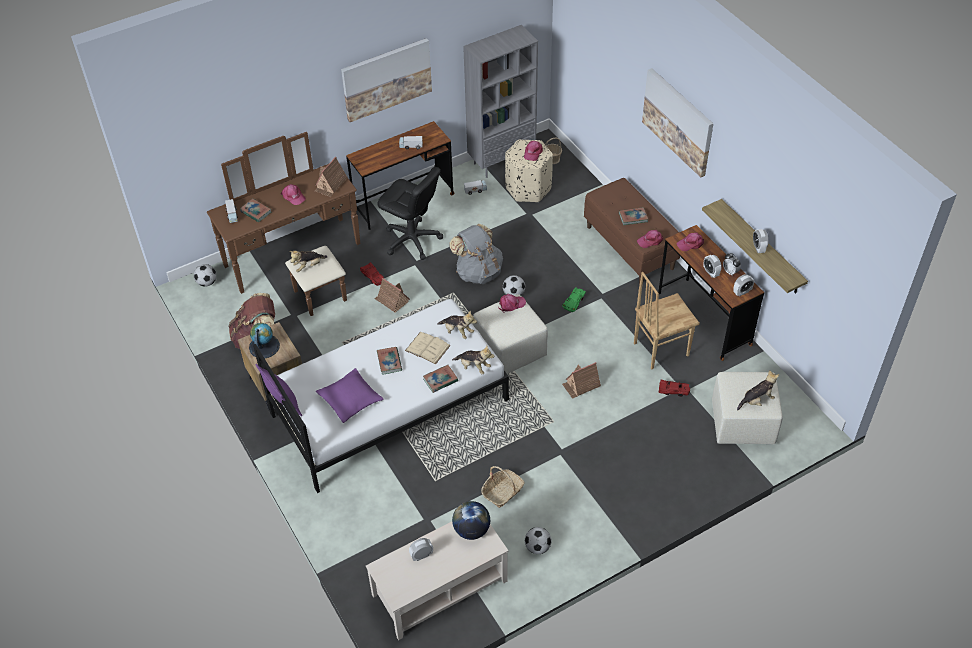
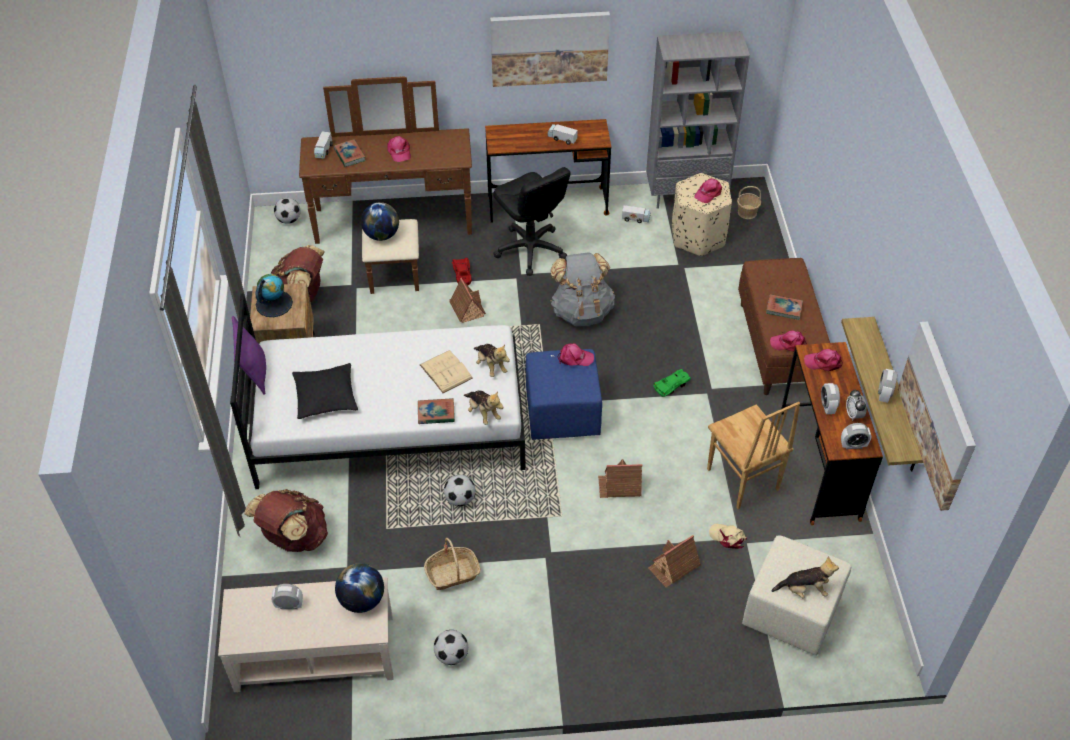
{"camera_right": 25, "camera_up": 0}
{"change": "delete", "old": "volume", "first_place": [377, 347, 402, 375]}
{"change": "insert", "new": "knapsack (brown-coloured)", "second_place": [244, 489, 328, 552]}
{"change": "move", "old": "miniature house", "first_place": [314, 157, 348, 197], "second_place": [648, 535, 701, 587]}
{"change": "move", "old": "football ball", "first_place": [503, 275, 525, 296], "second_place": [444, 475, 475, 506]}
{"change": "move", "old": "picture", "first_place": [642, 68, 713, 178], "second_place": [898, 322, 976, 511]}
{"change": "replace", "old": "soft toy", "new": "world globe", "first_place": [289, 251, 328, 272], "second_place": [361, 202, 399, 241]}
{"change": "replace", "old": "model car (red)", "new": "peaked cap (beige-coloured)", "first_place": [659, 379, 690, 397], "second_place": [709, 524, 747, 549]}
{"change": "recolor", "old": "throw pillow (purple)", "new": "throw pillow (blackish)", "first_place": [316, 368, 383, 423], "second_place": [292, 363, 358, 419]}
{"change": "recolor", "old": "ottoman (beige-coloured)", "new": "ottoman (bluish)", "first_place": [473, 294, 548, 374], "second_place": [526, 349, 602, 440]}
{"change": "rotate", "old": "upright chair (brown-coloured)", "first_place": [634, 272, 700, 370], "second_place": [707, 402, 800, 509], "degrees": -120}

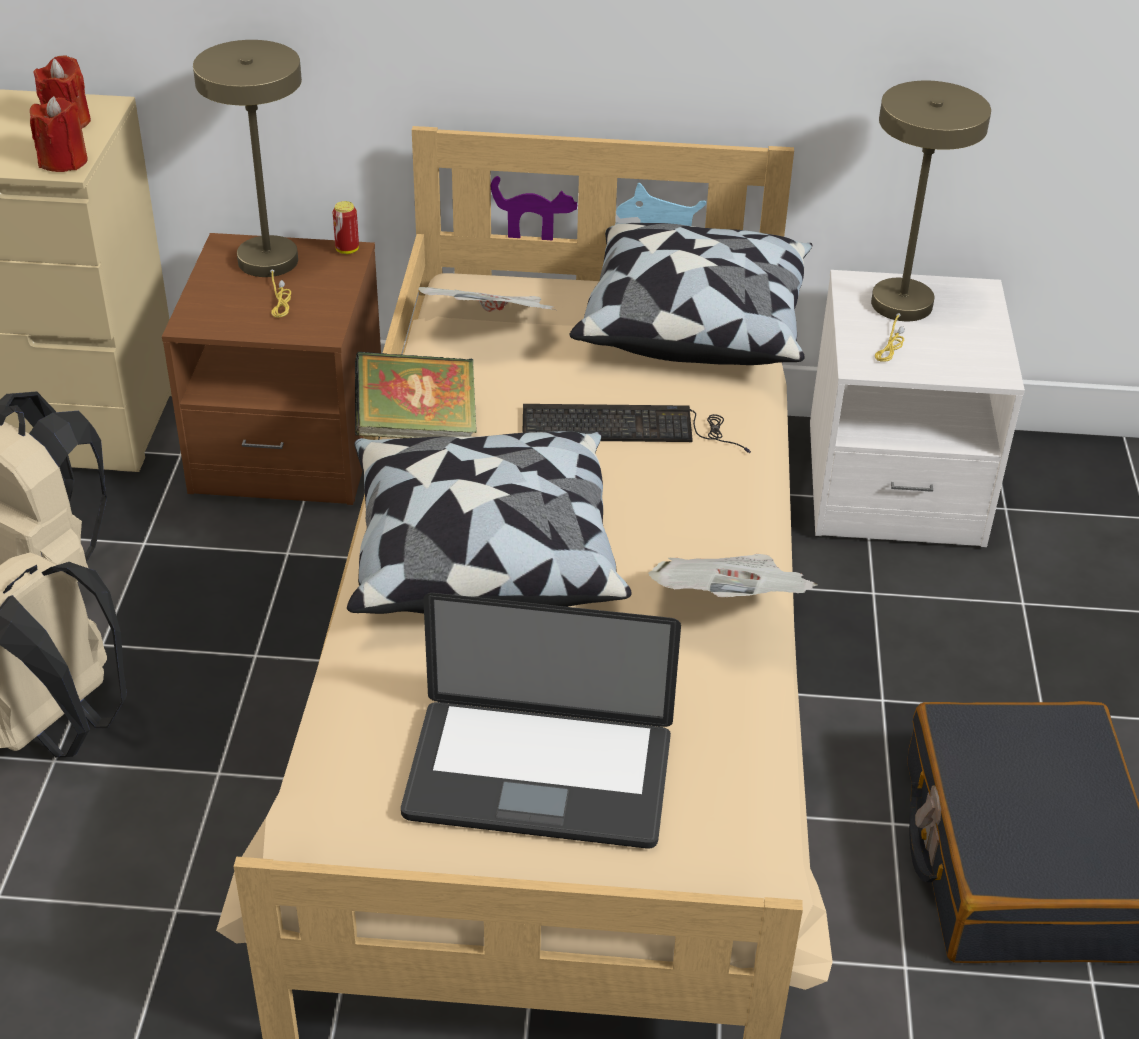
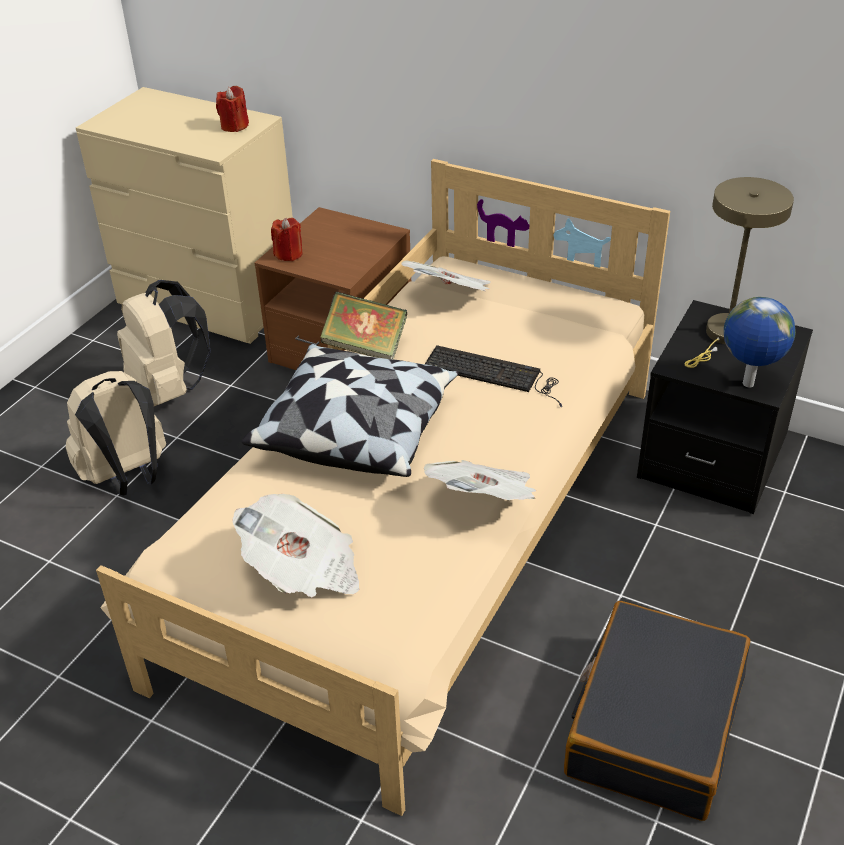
{"camera_right": 25, "camera_up": 0}
{"change": "delete", "old": "table lamp (beige-coloured)", "first_place": [193, 40, 302, 318]}
{"change": "delete", "old": "metal can", "first_place": [333, 201, 359, 254]}
{"change": "delete", "old": "throw pillow", "first_place": [569, 222, 812, 365]}
{"change": "insert", "new": "world globe", "second_place": [724, 297, 796, 388]}
{"change": "move", "old": "candle (red)", "first_place": [30, 96, 88, 172], "second_place": [271, 218, 303, 261]}
{"change": "replace", "old": "portable computer", "new": "newspaper", "first_place": [401, 593, 681, 849], "second_place": [232, 494, 360, 597]}
{"change": "recolor", "old": "nightstand (white)", "new": "nightstand (blackish)", "first_place": [810, 270, 1025, 547], "second_place": [637, 300, 813, 514]}

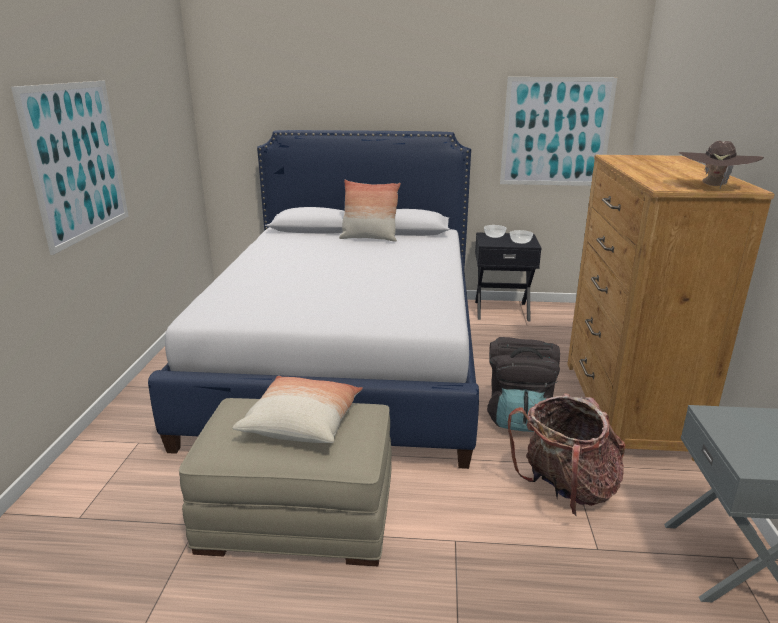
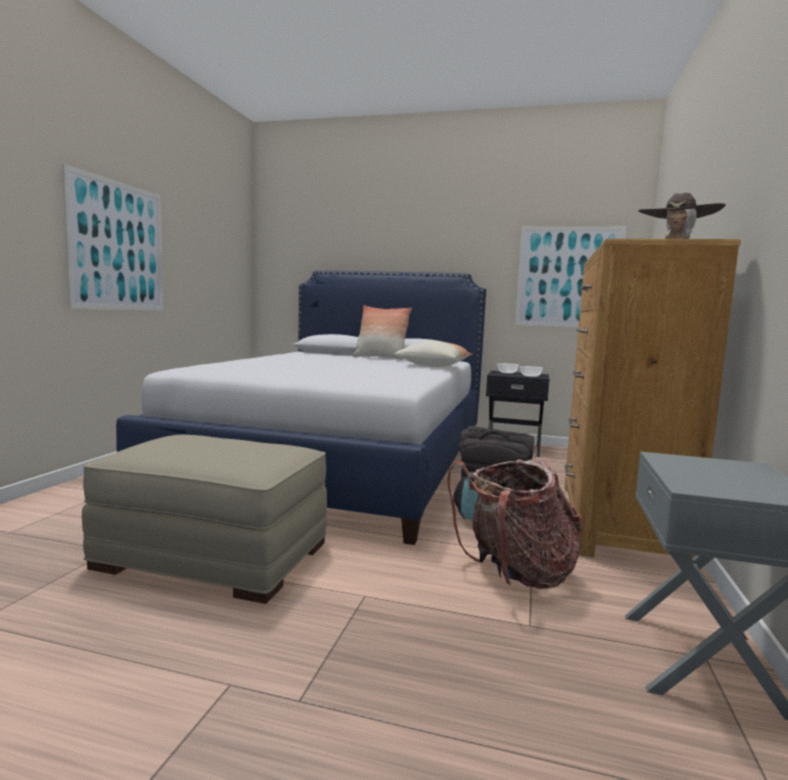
{"camera_right": 10, "camera_up": -15}
{"change": "move", "old": "throw pillow", "first_place": [232, 376, 363, 443], "second_place": [395, 341, 473, 367]}

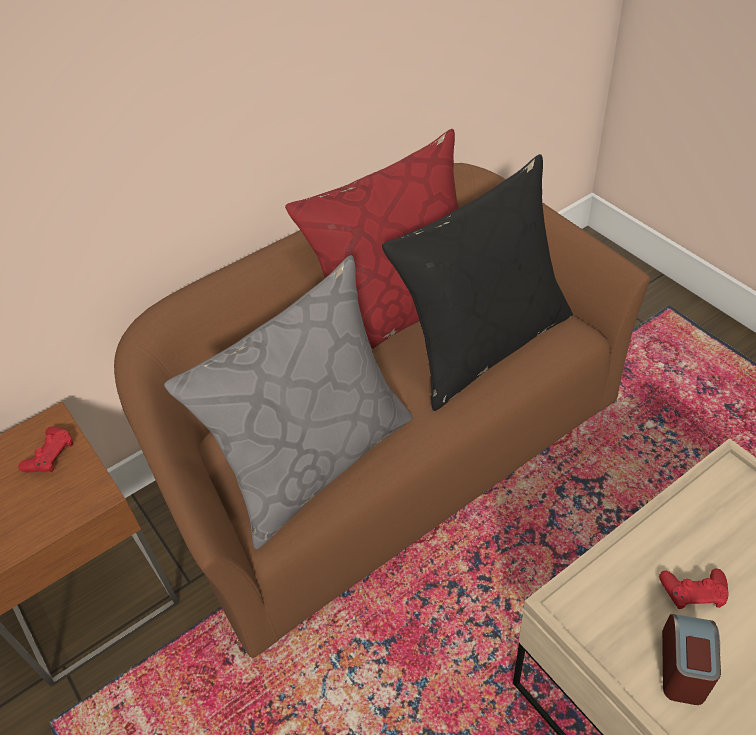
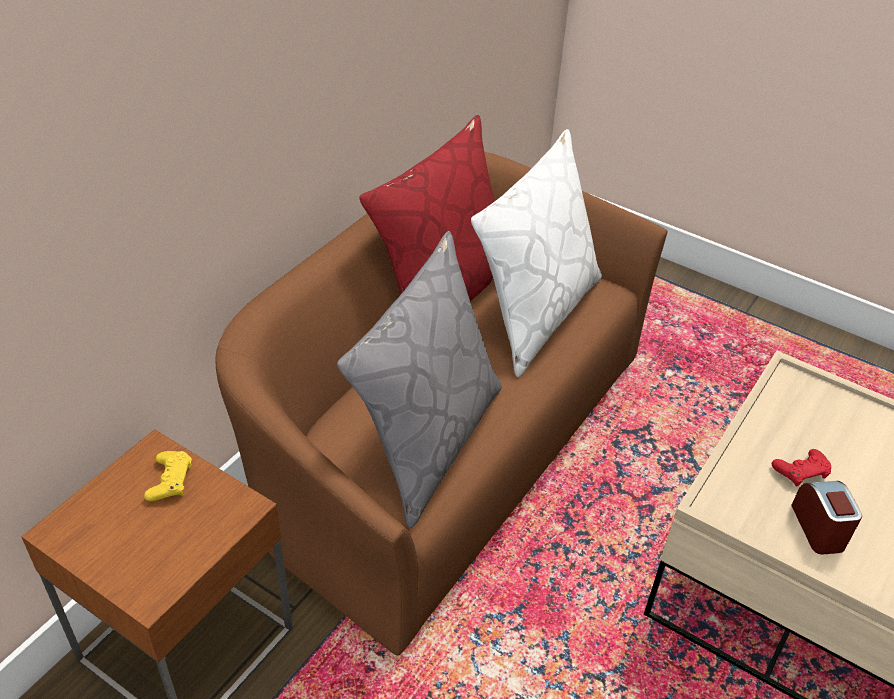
{"camera_right": -25, "camera_up": -5}
{"change": "recolor", "old": "gamepad (red)", "new": "gamepad (yellowish)", "first_place": [18, 426, 73, 472], "second_place": [144, 451, 192, 501]}
{"change": "recolor", "old": "throw pillow (blackish)", "new": "throw pillow (white)", "first_place": [382, 154, 573, 411], "second_place": [471, 129, 602, 377]}

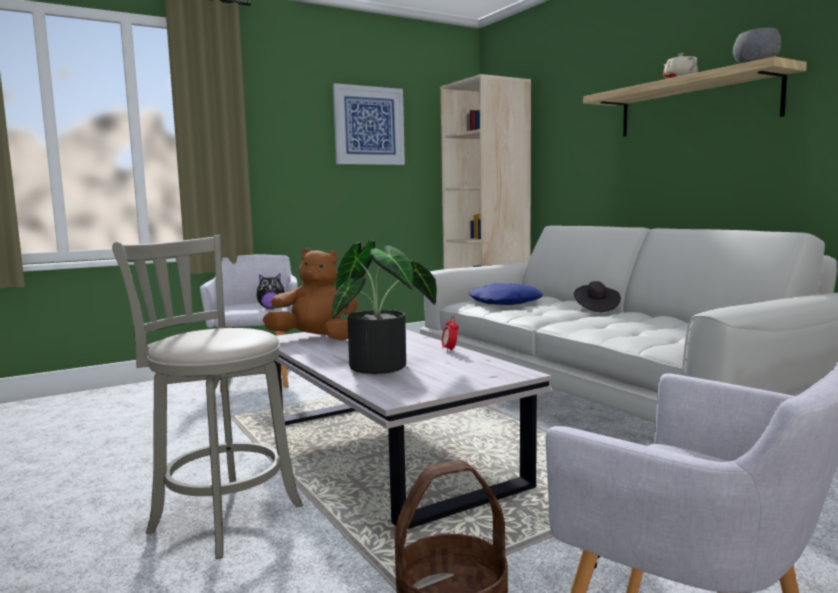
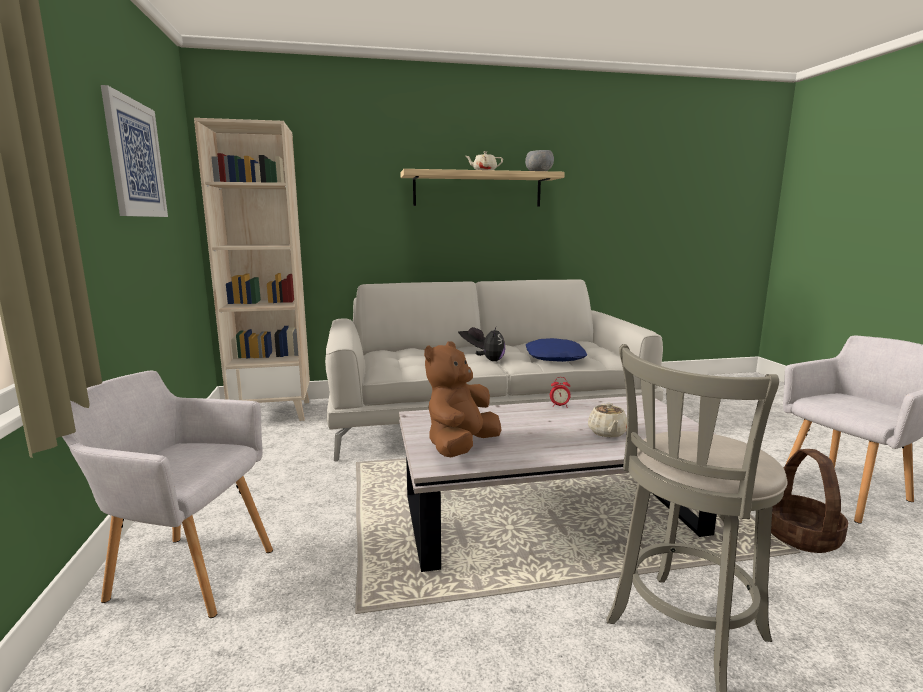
{"camera_right": -70, "camera_up": 5}
{"change": "move", "old": "soft toy", "first_place": [256, 274, 285, 309], "second_place": [476, 327, 505, 361]}
{"change": "move", "old": "throw pillow (bluish)", "first_place": [468, 283, 543, 305], "second_place": [526, 338, 587, 362]}
{"change": "replace", "old": "houseplant", "new": "tea pot (beige-coloured)", "first_place": [332, 241, 437, 374], "second_place": [588, 403, 627, 437]}

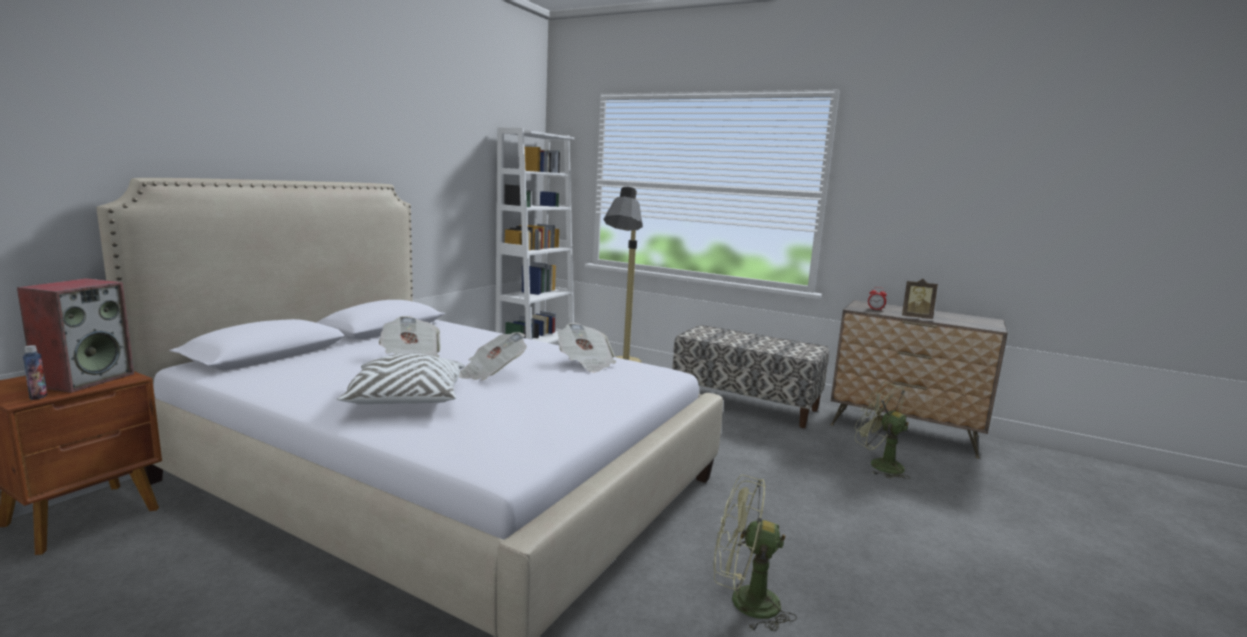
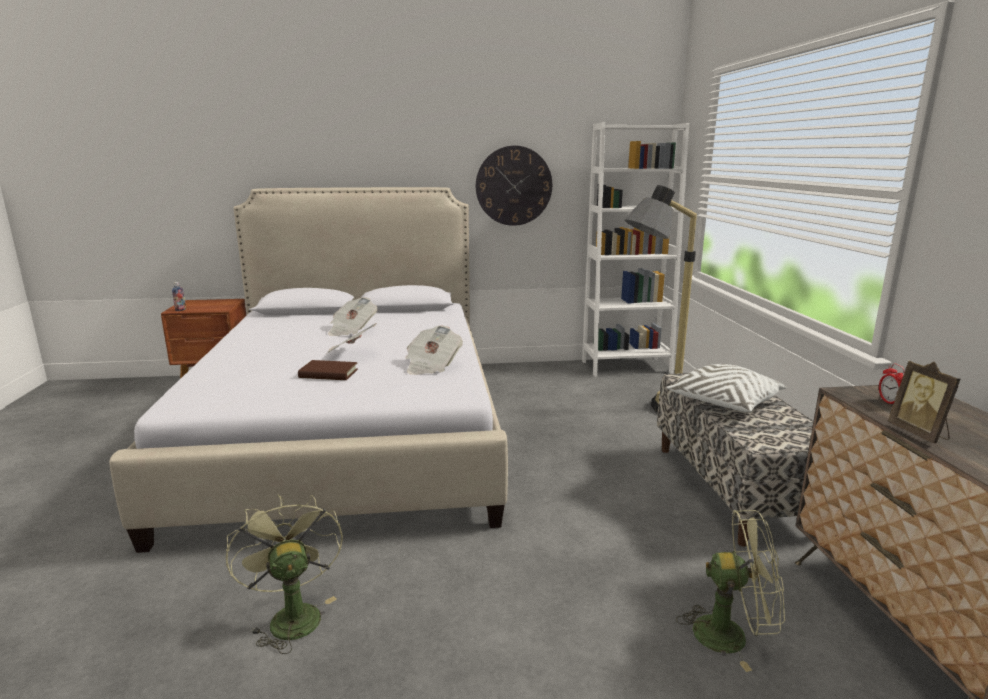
{"camera_right": 55, "camera_up": 5}
{"change": "delete", "old": "audio speaker", "first_place": [17, 278, 134, 393]}
{"change": "insert", "new": "volume (brown-coloured)", "second_place": [298, 360, 358, 380]}
{"change": "insert", "new": "wall clock", "second_place": [476, 146, 552, 226]}
{"change": "move", "old": "throw pillow (white)", "first_place": [337, 353, 465, 404], "second_place": [666, 364, 787, 412]}
{"change": "rotate", "old": "electric fan (green-coloured)", "first_place": [855, 382, 910, 479], "second_place": [676, 510, 785, 672], "degrees": 90}

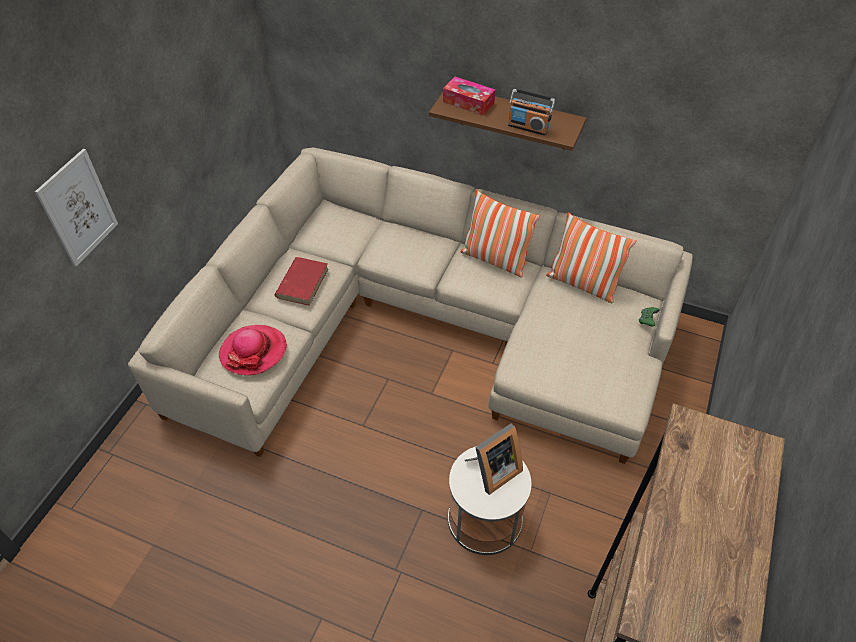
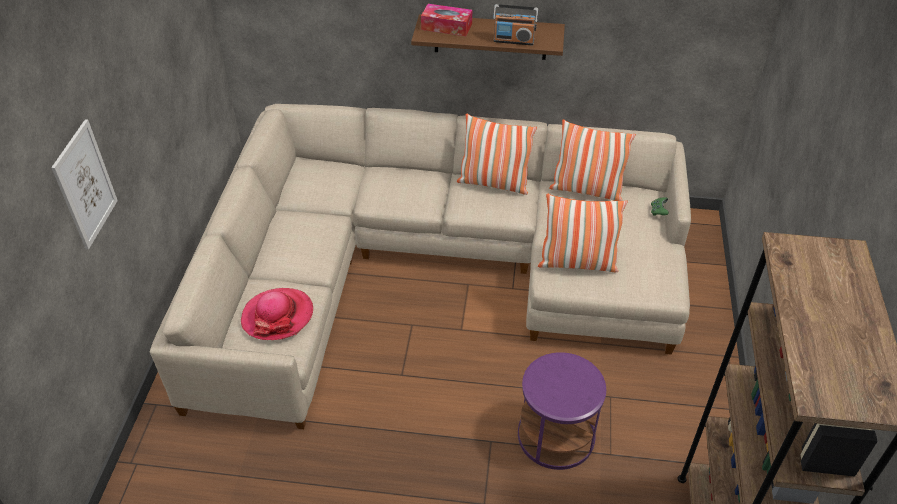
{"camera_right": -15, "camera_up": -5}
{"change": "delete", "old": "volume (red)", "first_place": [275, 257, 328, 306]}
{"change": "delete", "old": "picture frame", "first_place": [465, 423, 523, 495]}
{"change": "insert", "new": "throw pillow", "second_place": [538, 194, 628, 272]}
{"change": "recolor", "old": "accent table (white)", "new": "accent table (purple)", "first_place": [448, 447, 531, 555], "second_place": [518, 352, 606, 470]}

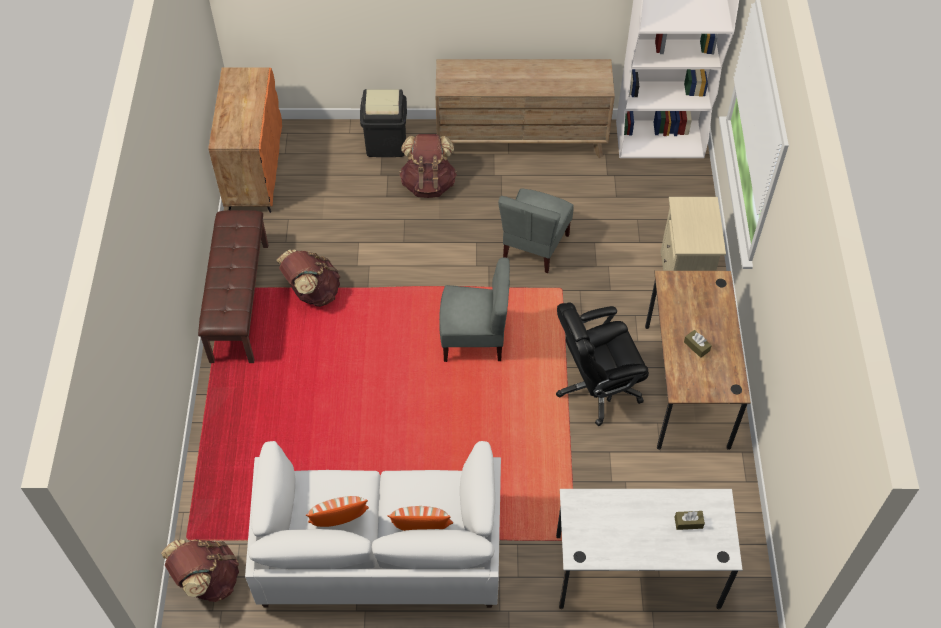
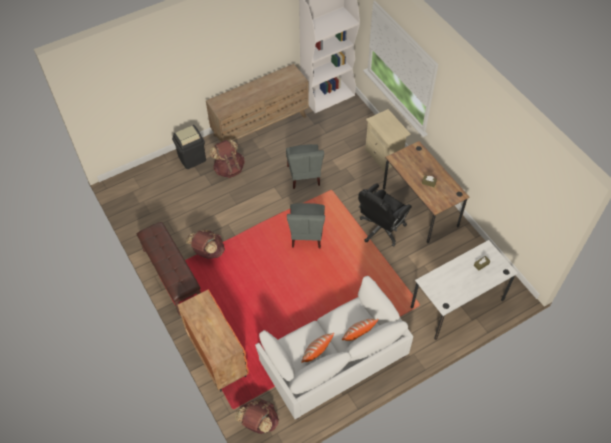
{"camera_right": -30, "camera_up": 0}
{"change": "move", "old": "cupboard (orange-coloured)", "first_place": [208, 68, 282, 213], "second_place": [177, 289, 249, 391]}
{"change": "rotate", "old": "upright chair (gray)", "first_place": [439, 257, 510, 362], "second_place": [287, 203, 325, 248], "degrees": 120}

